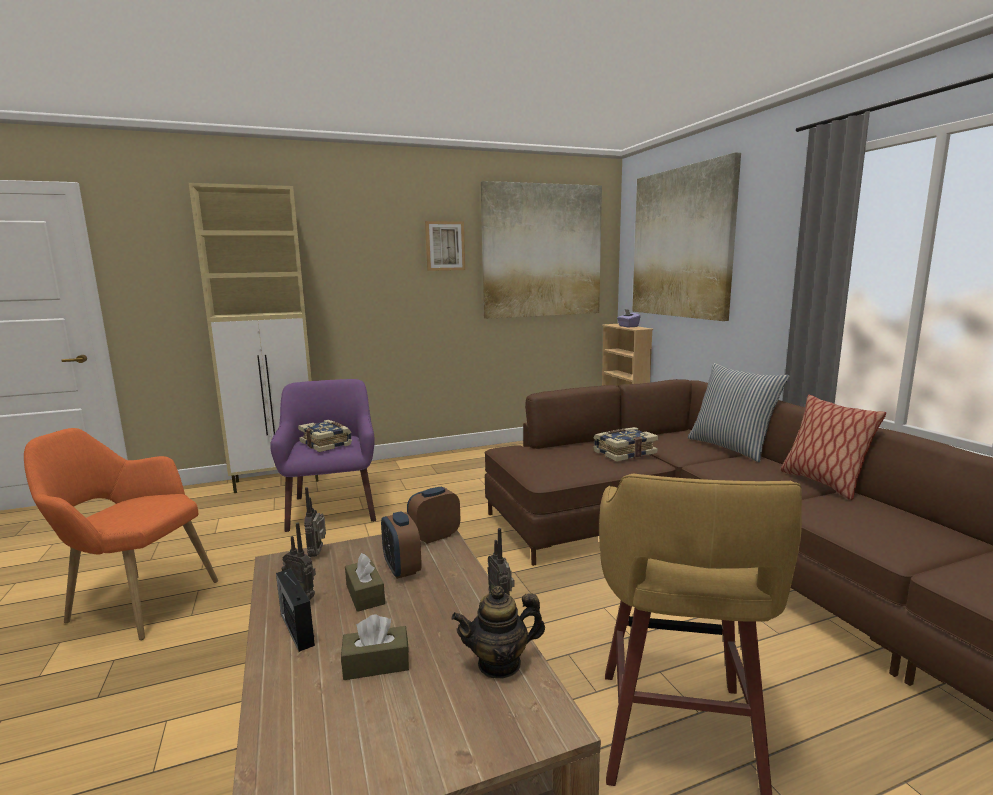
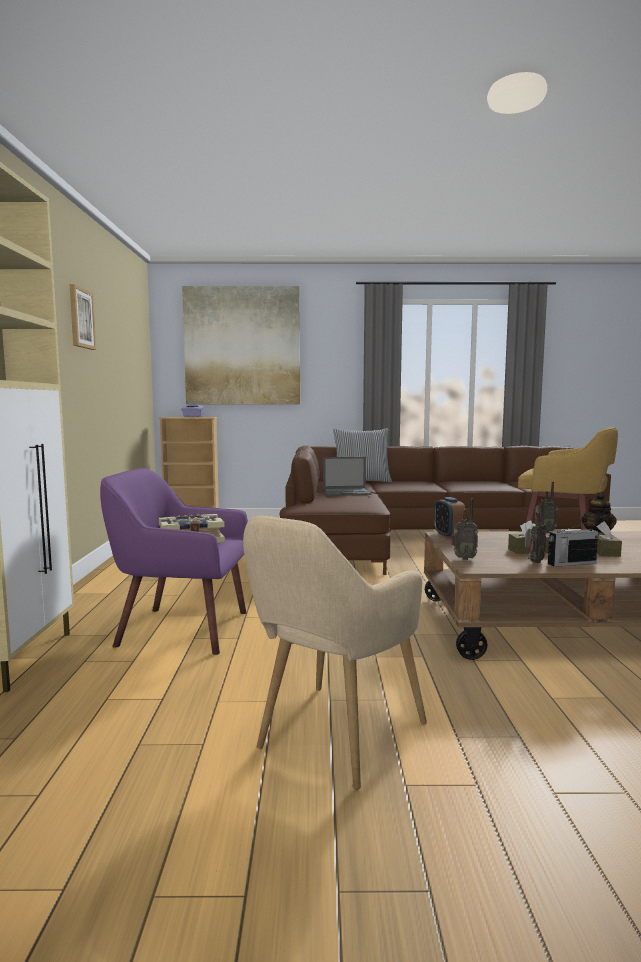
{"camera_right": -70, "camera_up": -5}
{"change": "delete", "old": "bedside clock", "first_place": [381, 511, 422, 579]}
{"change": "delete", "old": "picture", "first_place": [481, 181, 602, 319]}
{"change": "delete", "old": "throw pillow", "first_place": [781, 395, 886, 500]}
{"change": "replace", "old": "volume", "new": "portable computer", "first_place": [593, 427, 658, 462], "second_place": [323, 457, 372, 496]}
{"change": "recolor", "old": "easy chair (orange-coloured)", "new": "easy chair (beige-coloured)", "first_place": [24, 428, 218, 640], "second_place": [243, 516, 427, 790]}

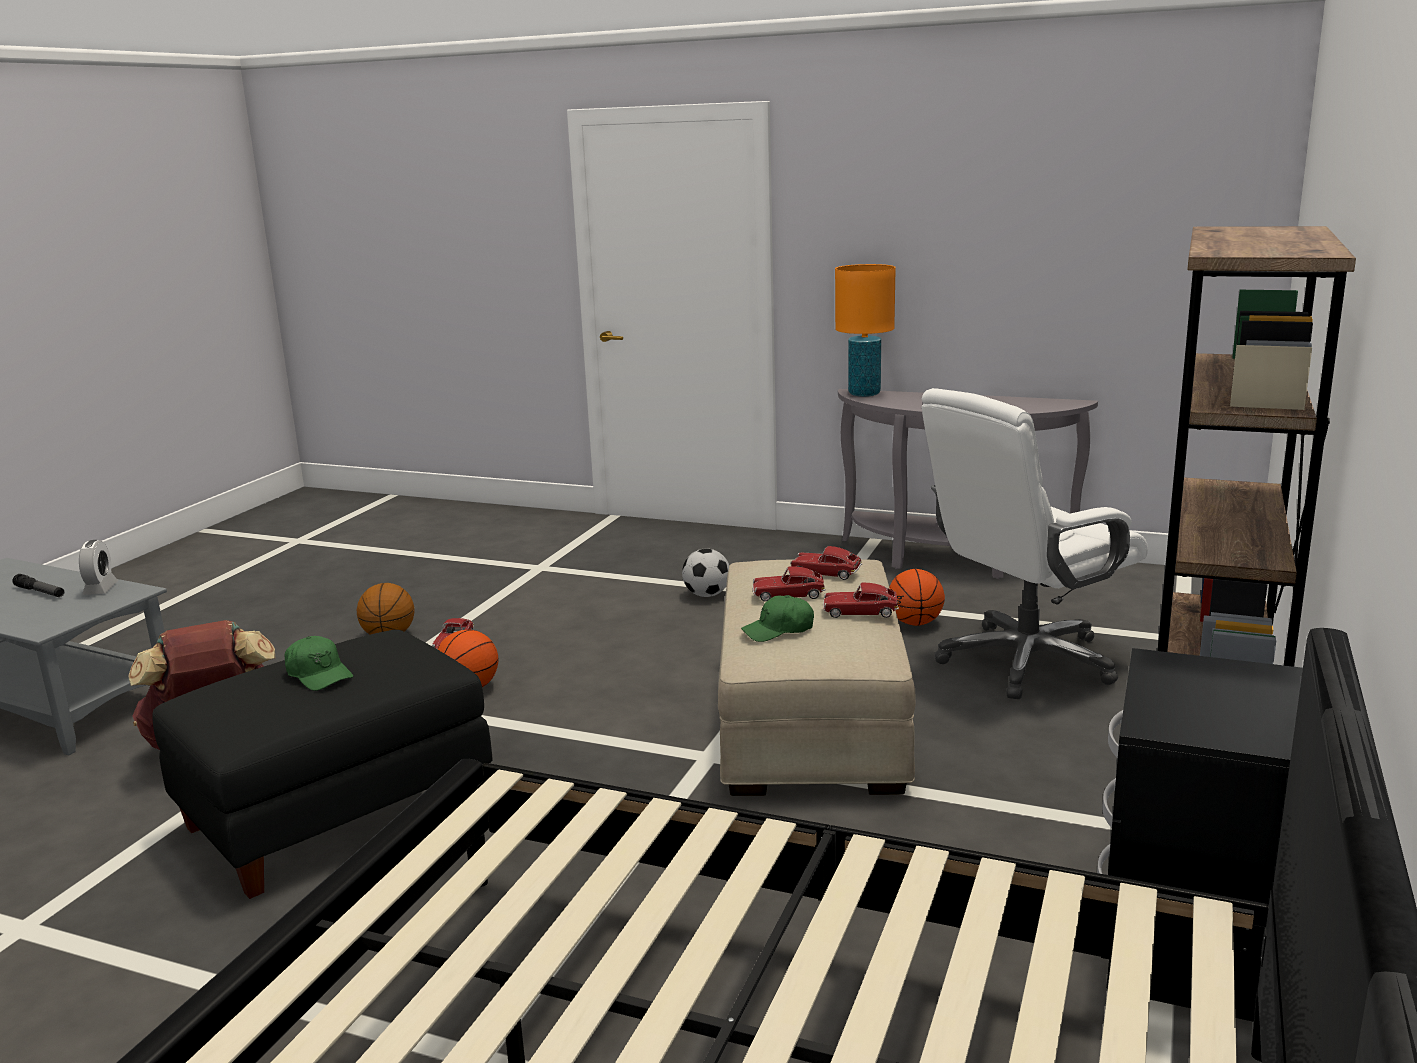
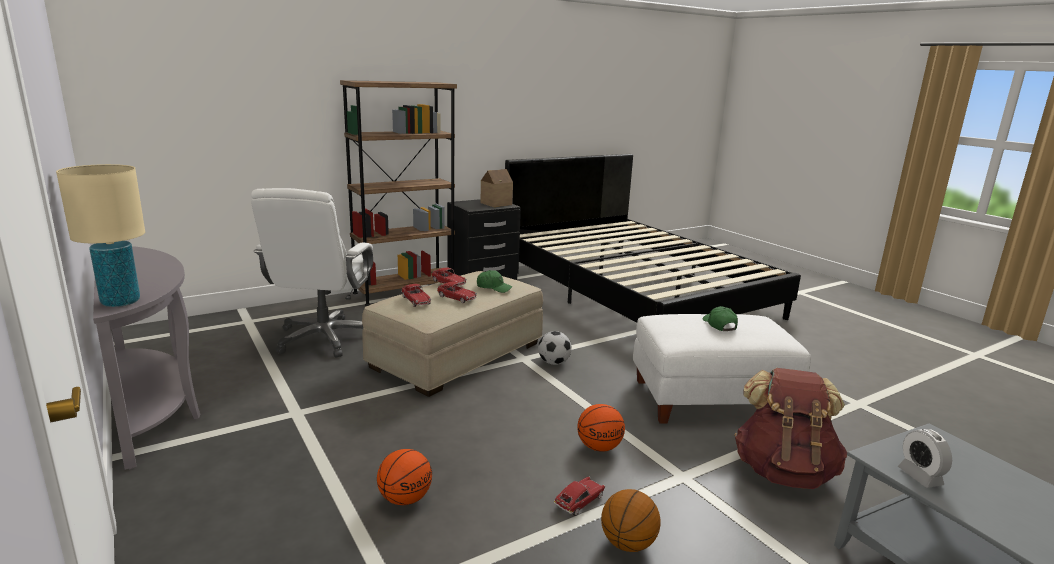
{"camera_right": -145, "camera_up": 0}
{"change": "delete", "old": "torch", "first_place": [12, 574, 64, 597]}
{"change": "insert", "new": "miniature house", "second_place": [481, 169, 513, 207]}
{"change": "move", "old": "football ball", "first_place": [682, 549, 729, 597], "second_place": [538, 331, 572, 365]}
{"change": "move", "old": "basketball ball", "first_place": [889, 569, 945, 626], "second_place": [377, 449, 432, 505]}
{"change": "recolor", "old": "ottoman (blackish)", "new": "ottoman (white)", "first_place": [152, 630, 492, 899], "second_place": [633, 314, 811, 424]}
{"change": "recolor", "old": "table lamp (orange-coloured)", "new": "table lamp (beige-coloured)", "first_place": [835, 264, 896, 397], "second_place": [56, 164, 145, 307]}
{"change": "rotate", "old": "bedside clock", "first_place": [79, 540, 118, 595], "second_place": [898, 429, 952, 488], "degrees": -45}
{"change": "rotate", "old": "computer chair (white)", "first_place": [922, 388, 1148, 699], "second_place": [251, 188, 373, 358], "degrees": 90}

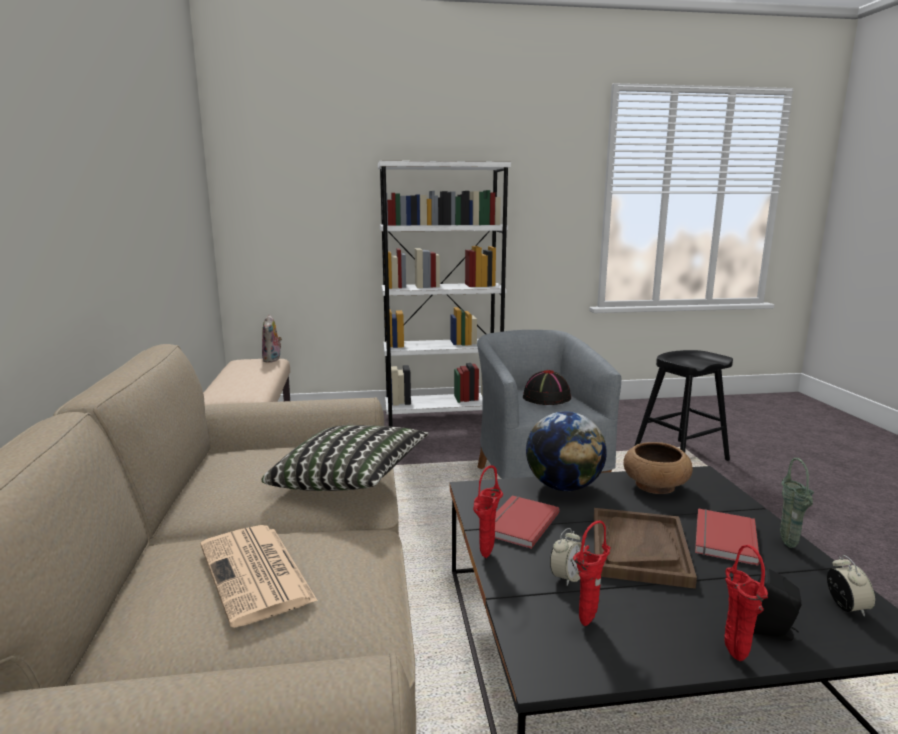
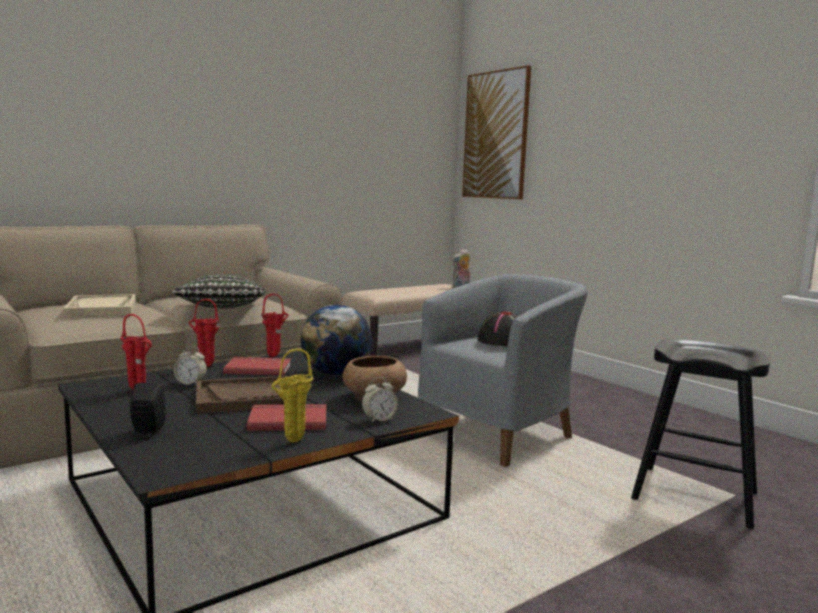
{"camera_right": 60, "camera_up": -5}
{"change": "delete", "old": "bookshelf (white)", "first_place": [378, 161, 511, 427]}
{"change": "insert", "new": "picture", "second_place": [462, 65, 531, 199]}
{"change": "move", "old": "vase (red)", "first_place": [724, 545, 768, 661], "second_place": [261, 294, 288, 357]}
{"change": "move", "old": "bedside clock", "first_place": [827, 555, 875, 617], "second_place": [362, 377, 398, 423]}
{"change": "replace", "old": "newspaper", "new": "carrying tray (beige-coloured)", "first_place": [201, 525, 318, 628], "second_place": [63, 294, 136, 316]}
{"change": "recolor", "old": "vase (green-coloured)", "new": "vase (yellowish)", "first_place": [780, 458, 814, 548], "second_place": [271, 349, 313, 443]}

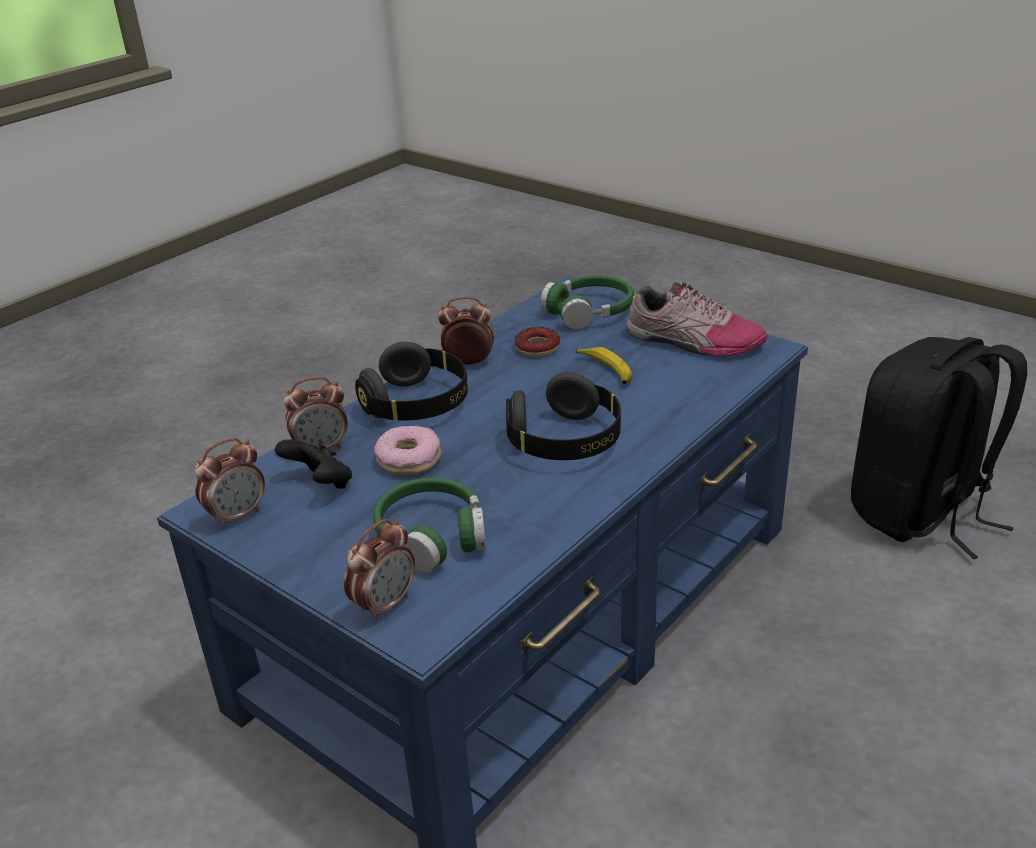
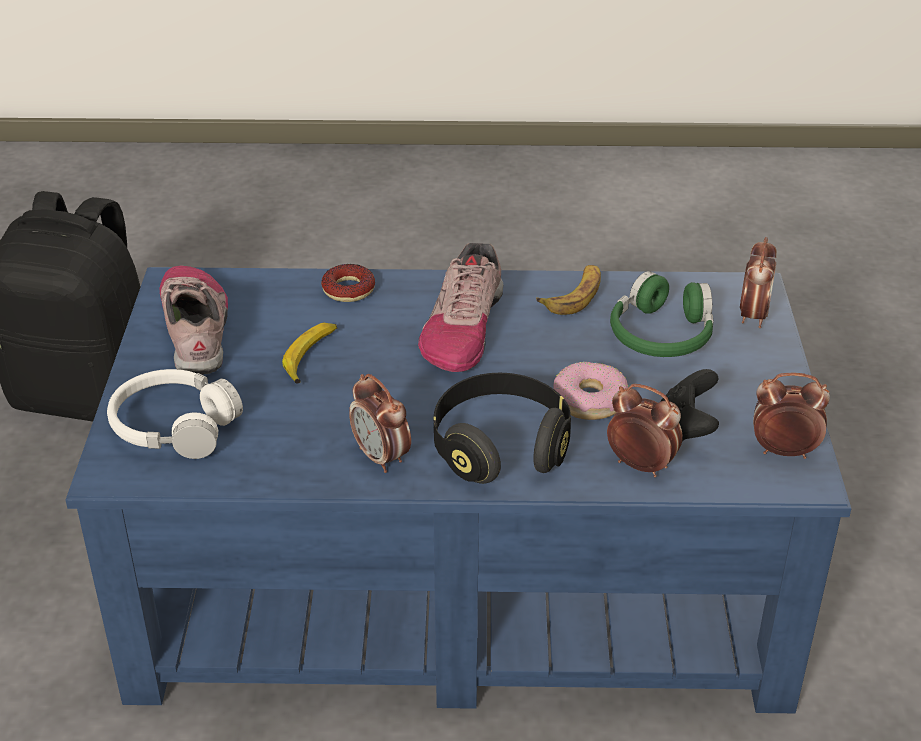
{"camera_right": -130, "camera_up": 5}
{"change": "insert", "new": "whole banana", "second_place": [536, 265, 601, 315]}
{"change": "move", "old": "doughnut", "first_place": [515, 327, 560, 357], "second_place": [321, 264, 375, 302]}
{"change": "replace", "old": "headphones (blackish)", "new": "item of footwear", "first_place": [506, 372, 621, 460], "second_place": [418, 243, 504, 372]}
{"change": "recolor", "old": "headphones (green-coloured)", "new": "headphones (white)", "first_place": [540, 275, 634, 329], "second_place": [107, 369, 243, 459]}
{"change": "rotate", "old": "bedside clock", "first_place": [344, 519, 415, 622], "second_place": [740, 237, 777, 328], "degrees": 105}

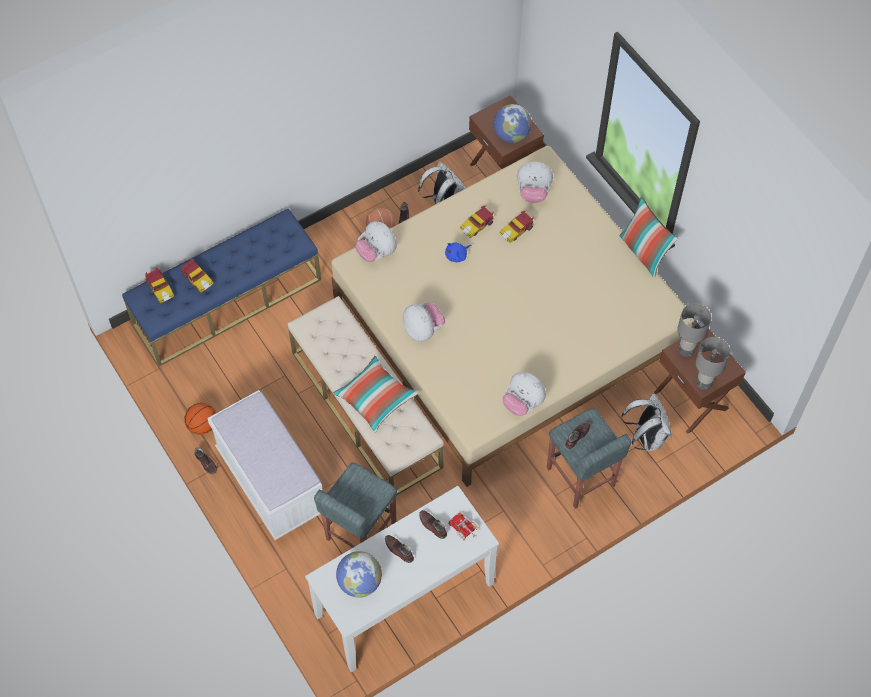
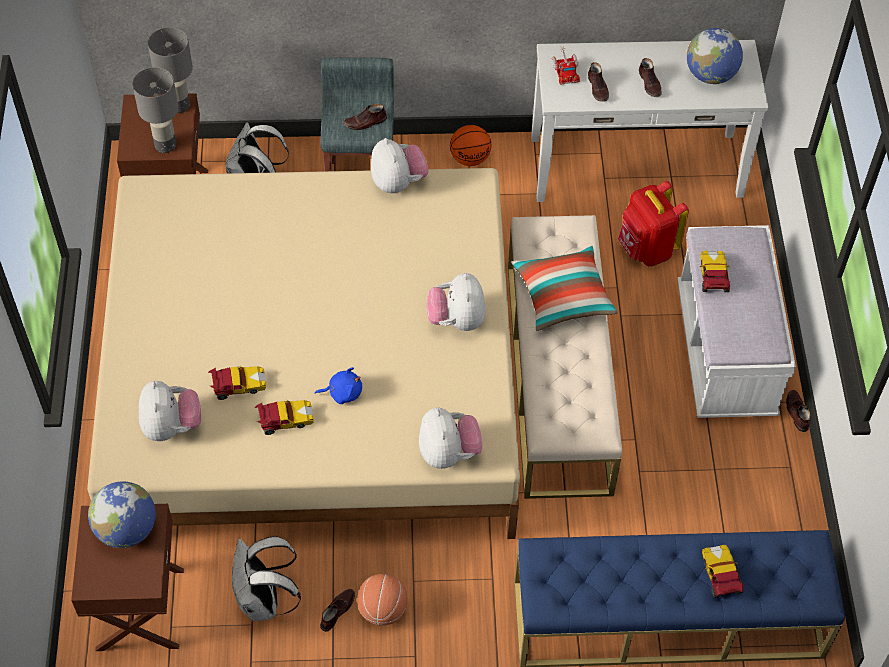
{"camera_right": -150, "camera_up": -5}
{"change": "delete", "old": "throw pillow", "first_place": [620, 196, 678, 278]}
{"change": "move", "old": "model car", "first_place": [145, 267, 174, 303], "second_place": [699, 251, 730, 292]}
{"change": "move", "old": "basketball ball", "first_place": [184, 403, 216, 435], "second_place": [450, 125, 491, 166]}
{"change": "replace", "old": "stool (gray)", "new": "knapsack (red)", "first_place": [314, 463, 397, 548], "second_place": [618, 181, 689, 266]}
{"change": "rotate", "old": "soft toy", "first_place": [517, 162, 553, 203], "second_place": [139, 381, 201, 441], "degrees": 45}

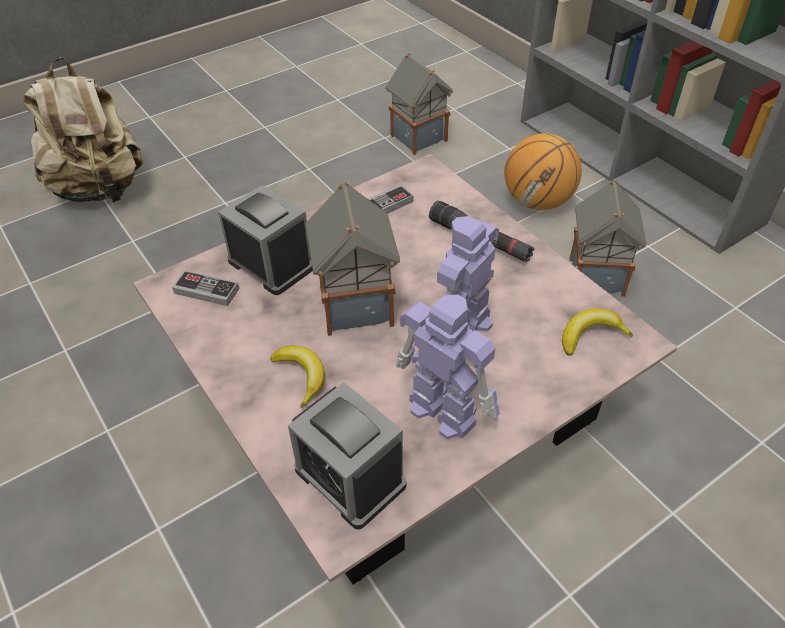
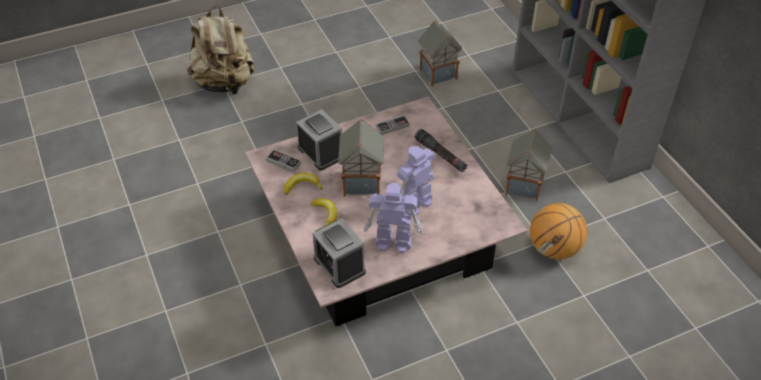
{"camera_right": 10, "camera_up": 0}
{"change": "move", "old": "basketball ball", "first_place": [504, 133, 582, 210], "second_place": [530, 203, 587, 259]}
{"change": "move", "old": "whole banana", "first_place": [562, 308, 633, 356], "second_place": [284, 173, 323, 195]}
{"change": "rotate", "old": "model robot", "first_place": [396, 295, 500, 440], "second_place": [364, 183, 423, 253], "degrees": -45}

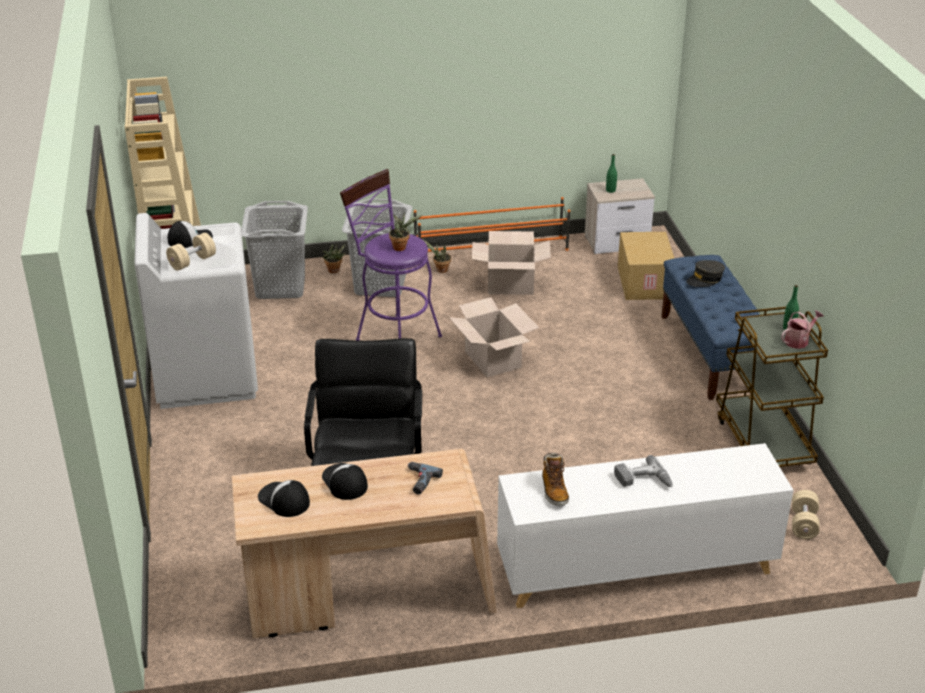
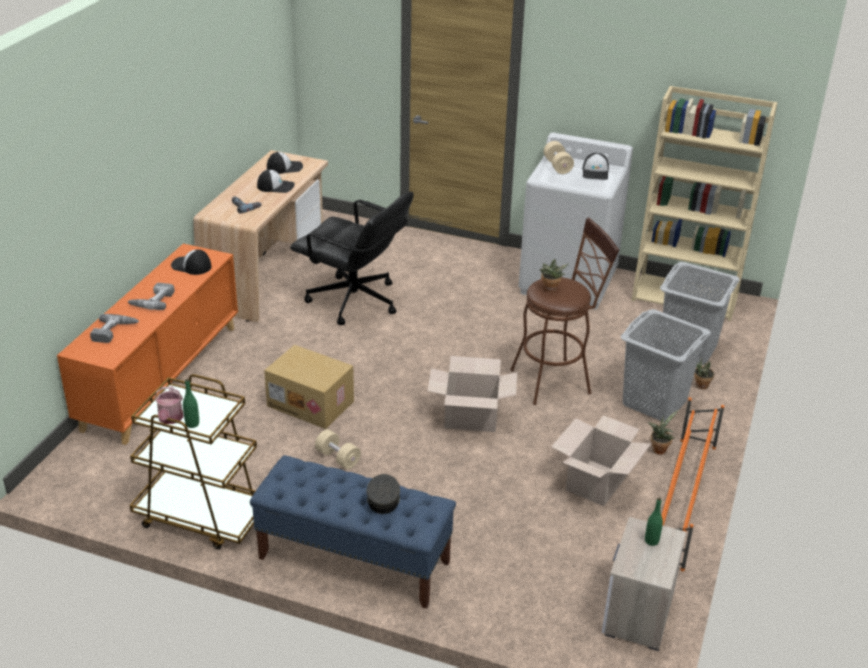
{"camera_right": 120, "camera_up": 0}
{"change": "insert", "new": "power drill", "second_place": [90, 314, 139, 343]}
{"change": "move", "old": "cardboard box", "first_place": [618, 232, 674, 300], "second_place": [264, 345, 354, 429]}
{"change": "move", "old": "free weight (beige-coloured)", "first_place": [792, 490, 820, 539], "second_place": [315, 429, 361, 469]}
{"change": "replace", "old": "high-top boot", "new": "peaked cap", "first_place": [542, 453, 569, 506], "second_place": [171, 249, 211, 275]}
{"change": "recolor", "old": "stool (purple)", "new": "stool (brown-coloured)", "first_place": [340, 169, 442, 341], "second_place": [510, 217, 619, 405]}
{"change": "recolor", "old": "cupboard (white)", "new": "cupboard (orange-coloured)", "first_place": [497, 443, 794, 608], "second_place": [57, 244, 238, 445]}

